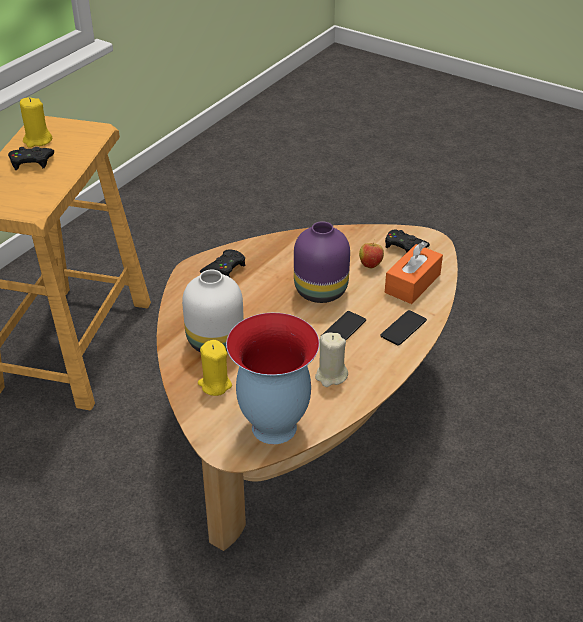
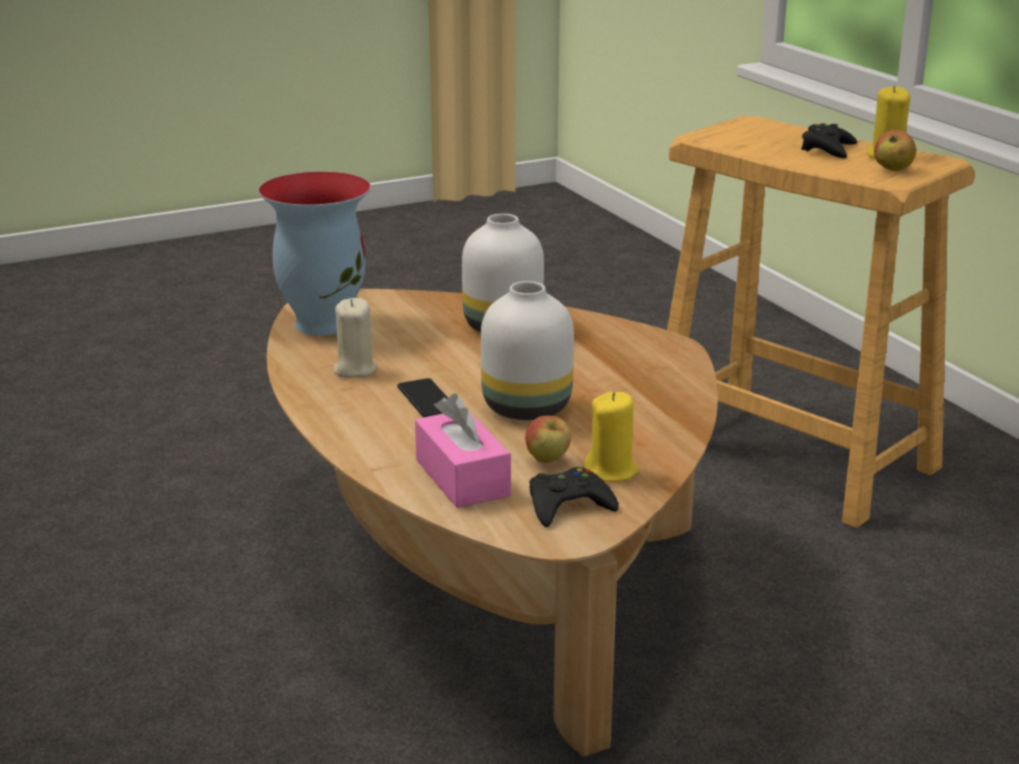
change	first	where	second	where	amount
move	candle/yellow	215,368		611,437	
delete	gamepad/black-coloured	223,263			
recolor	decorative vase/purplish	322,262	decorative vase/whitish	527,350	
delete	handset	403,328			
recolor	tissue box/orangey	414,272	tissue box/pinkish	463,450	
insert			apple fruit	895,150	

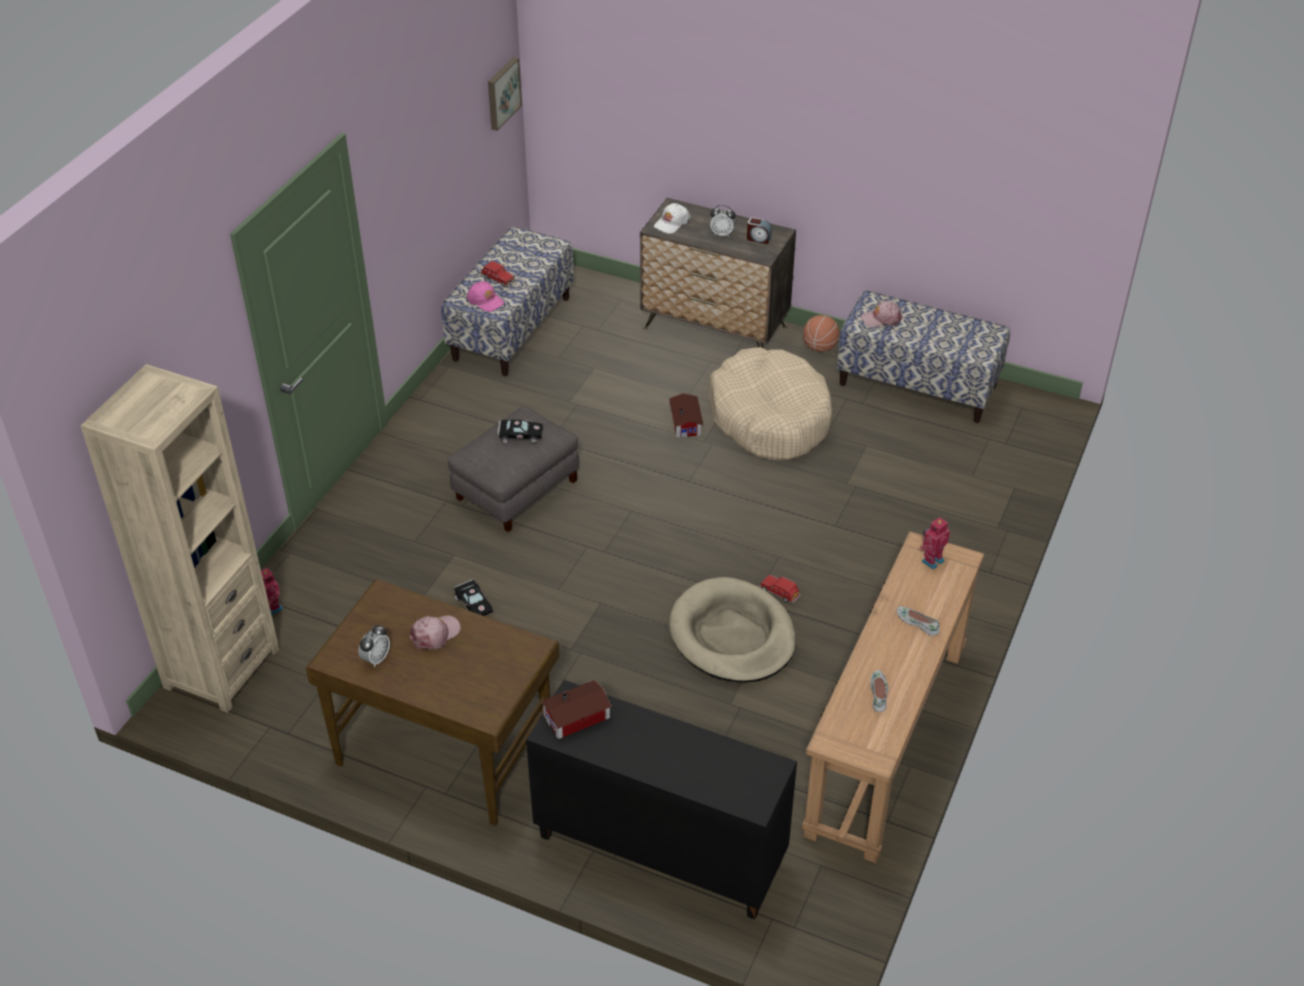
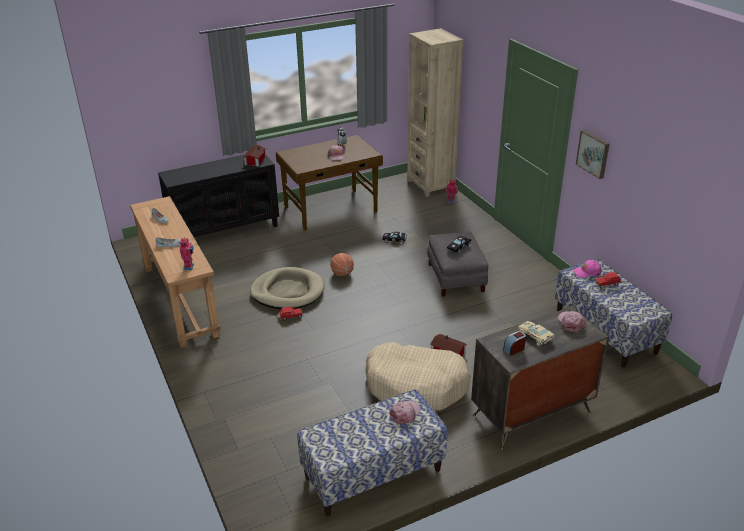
change	first	where	second	where	amount
move	wall picture	505,94		592,154	
recolor	baseball cap/whitish	672,218	baseball cap/pinkish	572,321	
replace	alarm clock	723,221	miniature car/beige-coloured	536,333	
move	basketball ball	821,333		342,264	

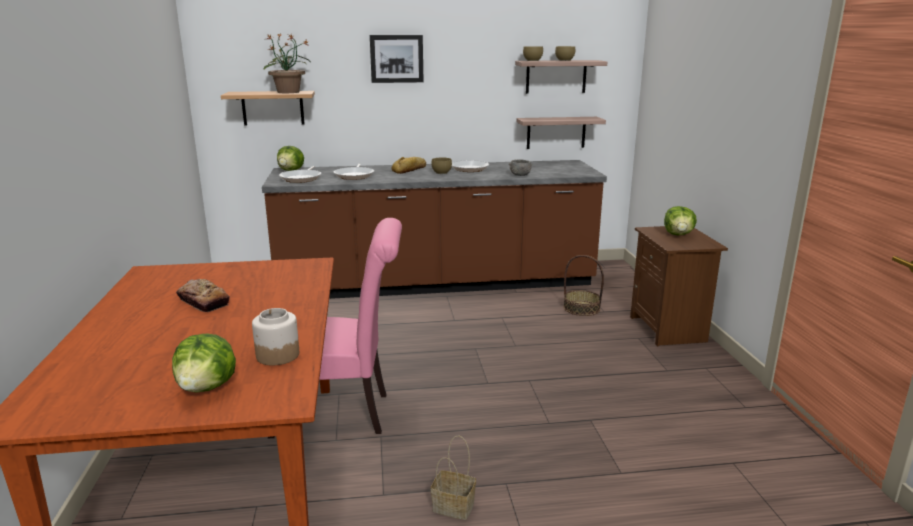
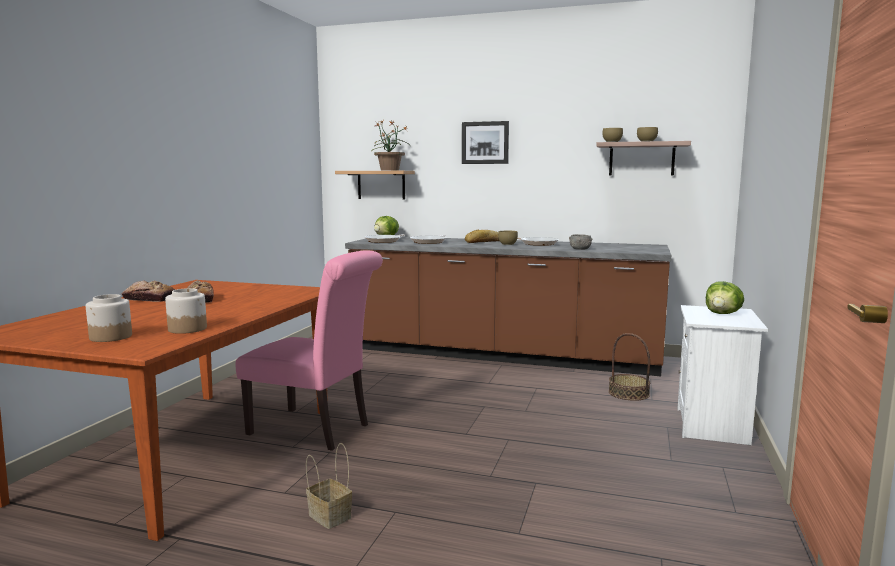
change	first	where	second	where	amount
replace	lettuce head	204,363	storage jar	109,318	
delete	wall shelf	561,133			
recolor	nightstand/brownish	679,286	nightstand/whitish	722,375	
insert			baked bread	148,291	

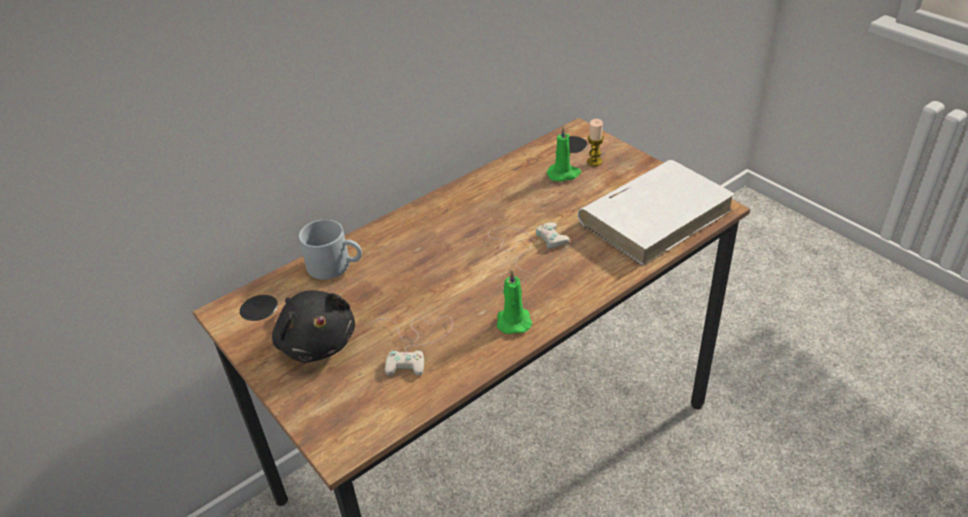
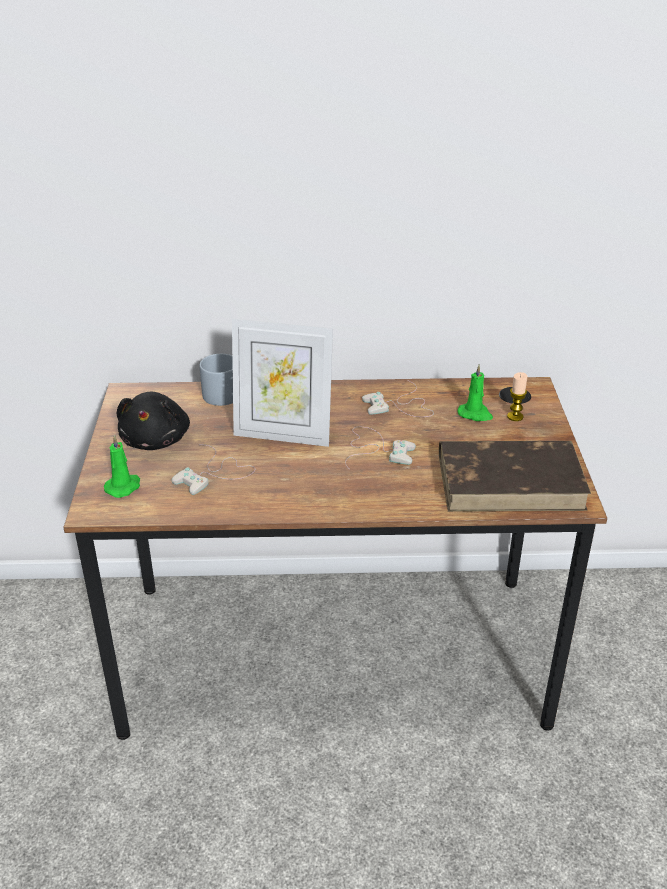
change	first	where	second	where	amount
move	candle/green-coloured	514,302		122,466	
recolor	book/whitish	657,213	book/brownish	515,476	
insert			picture frame	282,382	
insert			gamepad/whitish	398,398	

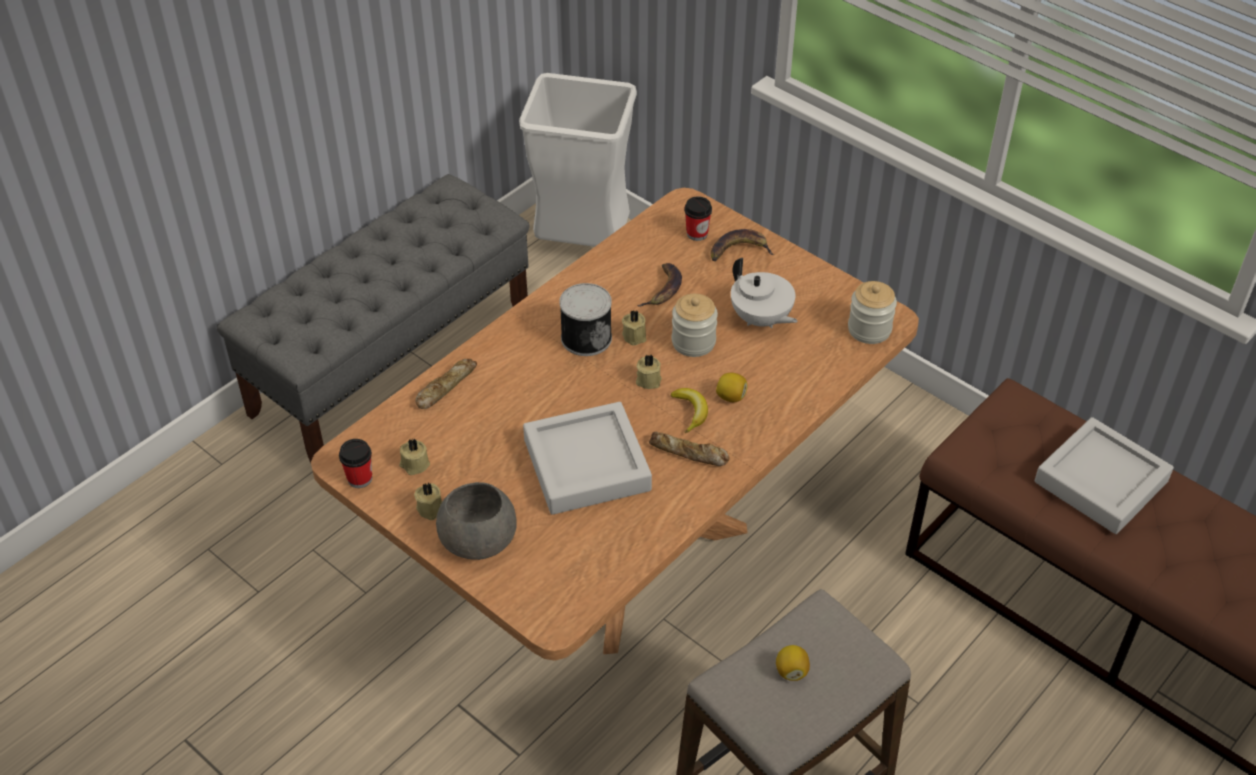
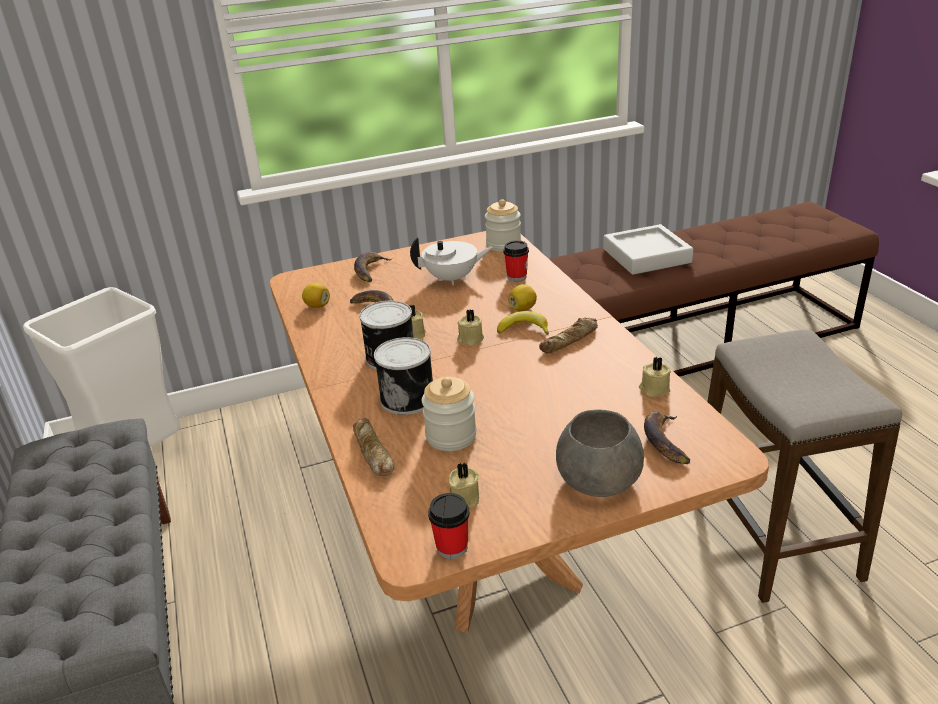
change	first	where	second	where	amount
move	candle/beige-coloured	428,501		655,377	
delete	tray/greyish	587,458			
move	storage jar	695,325		449,414	
move	small cup	698,218		516,261	
move	lemon	793,663		316,295	
insert			sealed can	403,376	
insert			whole banana	667,437	

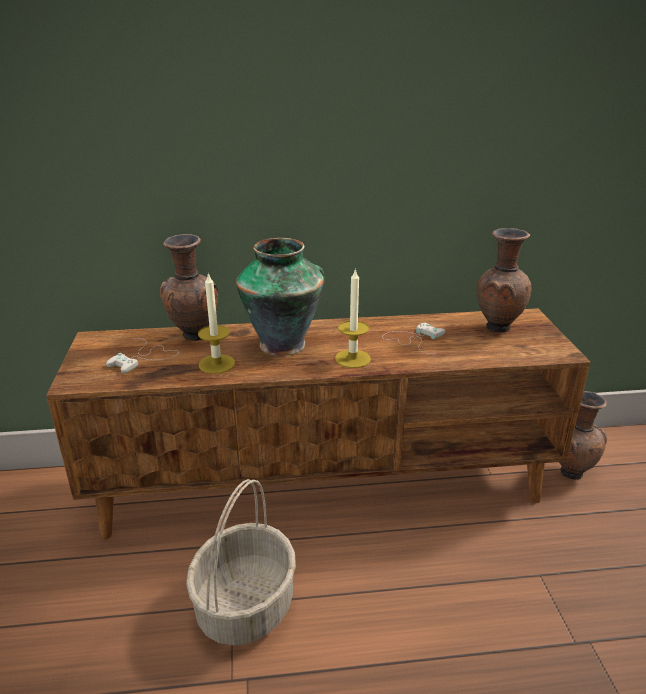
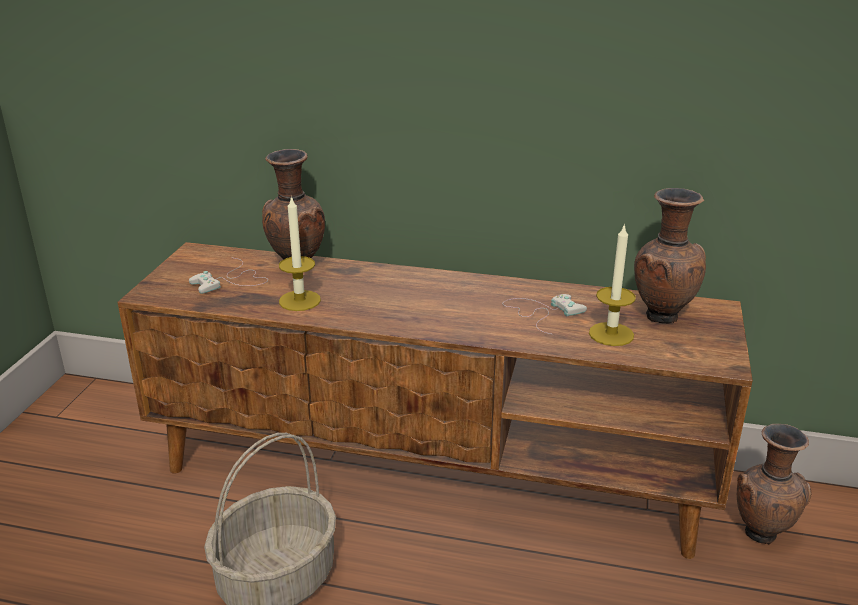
change	first	where	second	where	amount
delete	decorative vase	280,297			
move	candle	353,318		612,284	

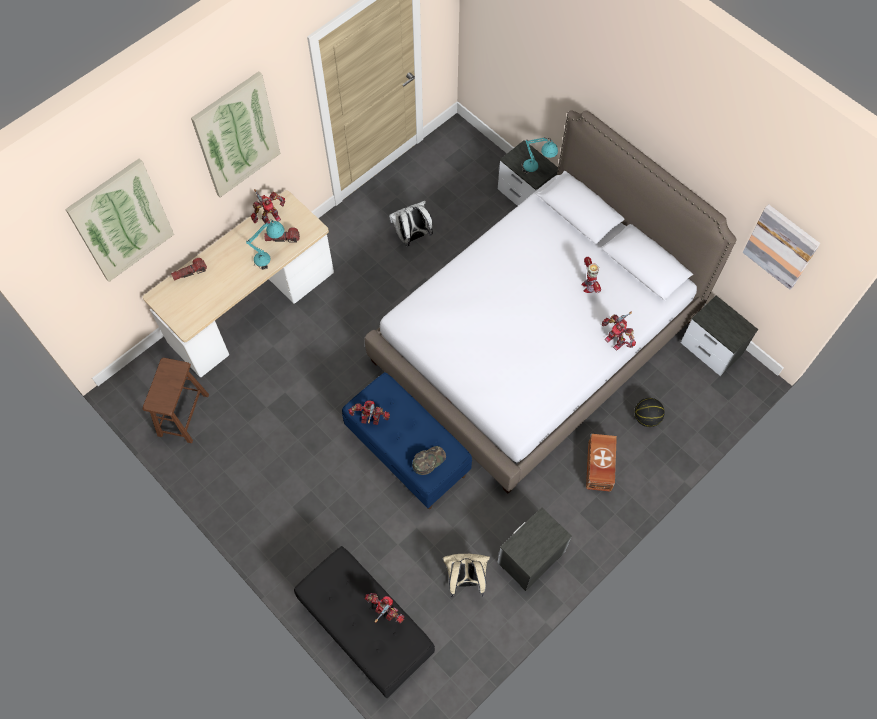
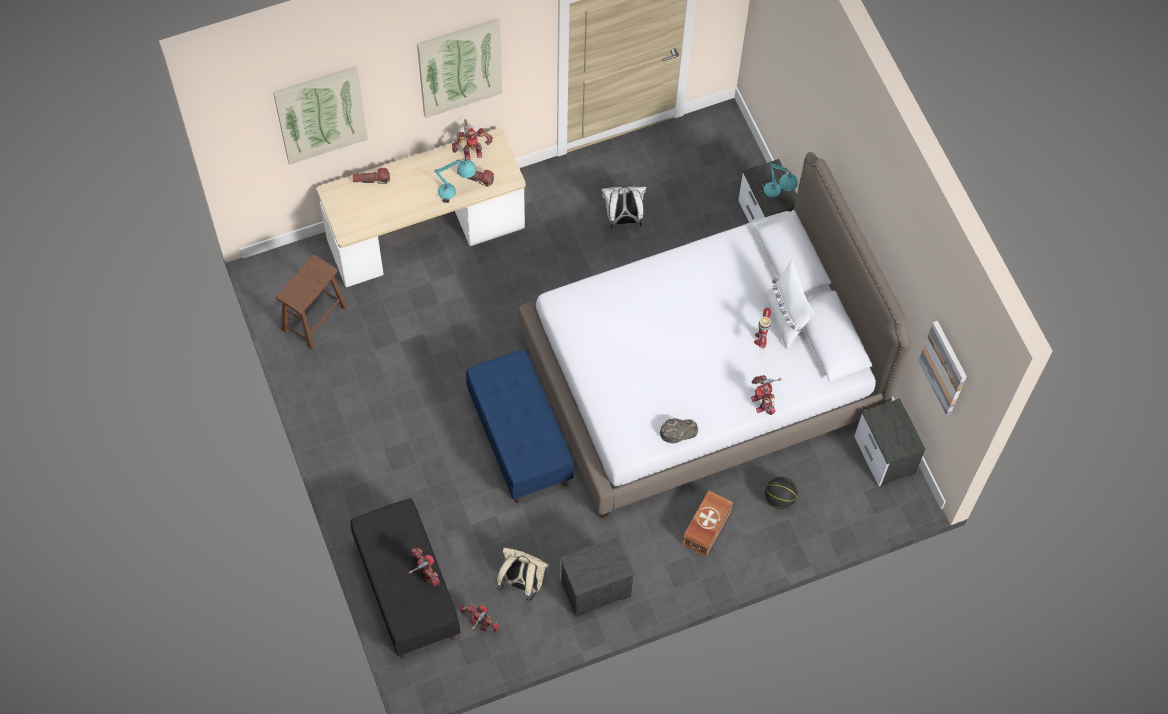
change	first	where	second	where	amount
move	robot figure	369,412		480,618	
move	baseball cap/green-coloured	429,460		679,430	
insert			throw pillow/whitish	790,304	

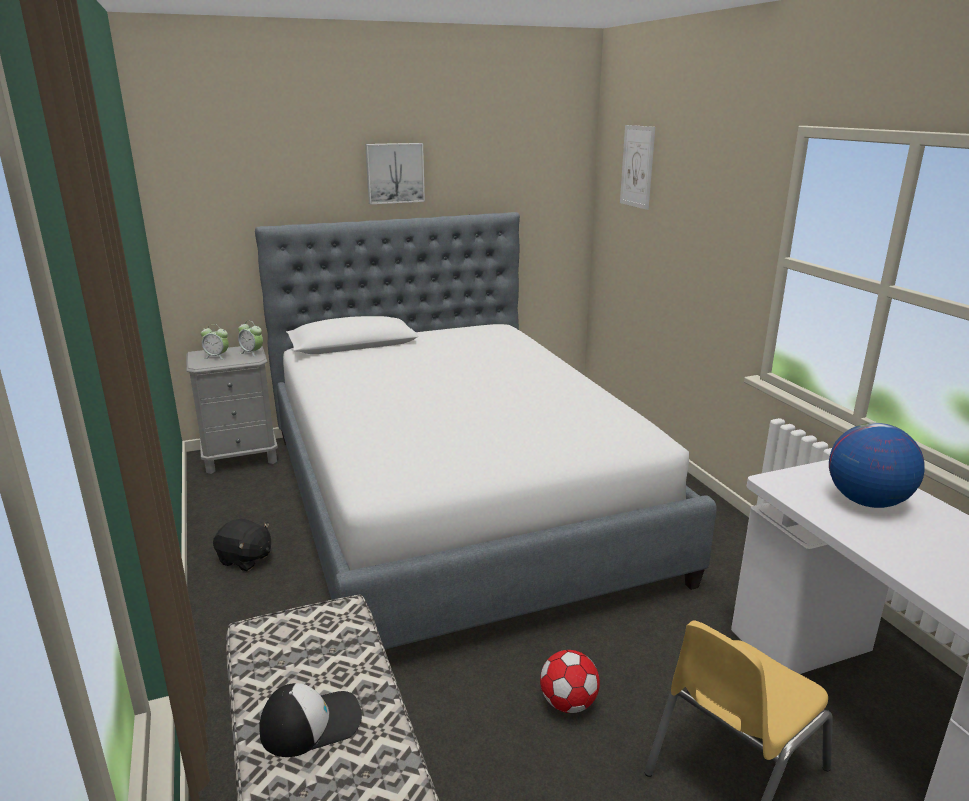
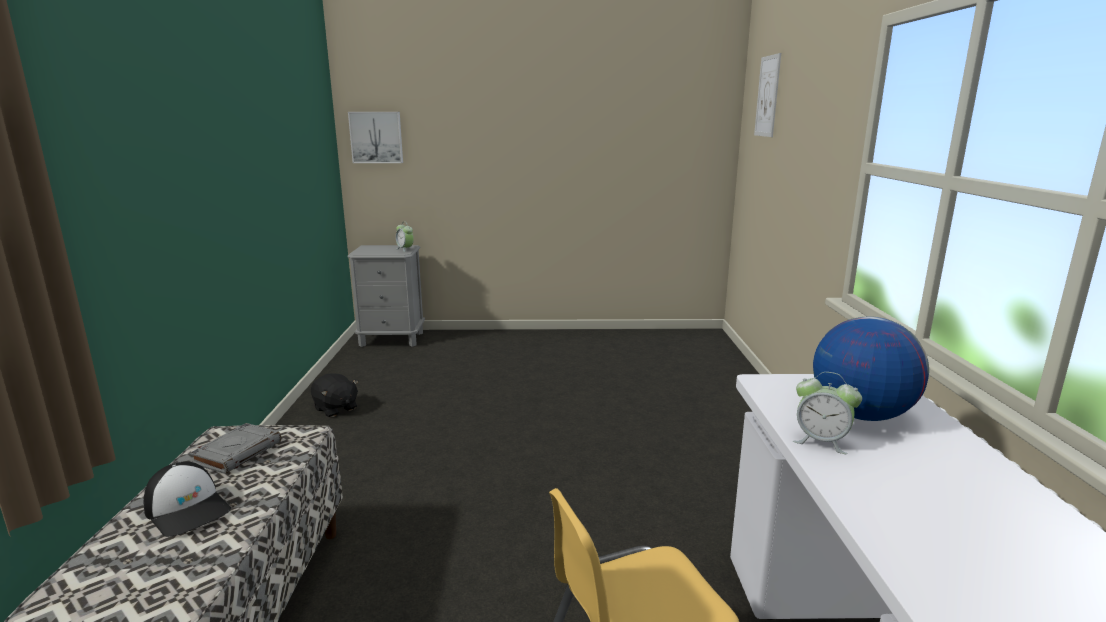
change	first	where	second	where	amount
move	alarm clock	215,342		827,413	
delete	bed	486,430			
rotate	baseball cap	310,720		187,499	45 degrees clockwise
move	wall picture	395,173		375,137	
delete	football	570,681			
insert			book/greyish	235,448	

